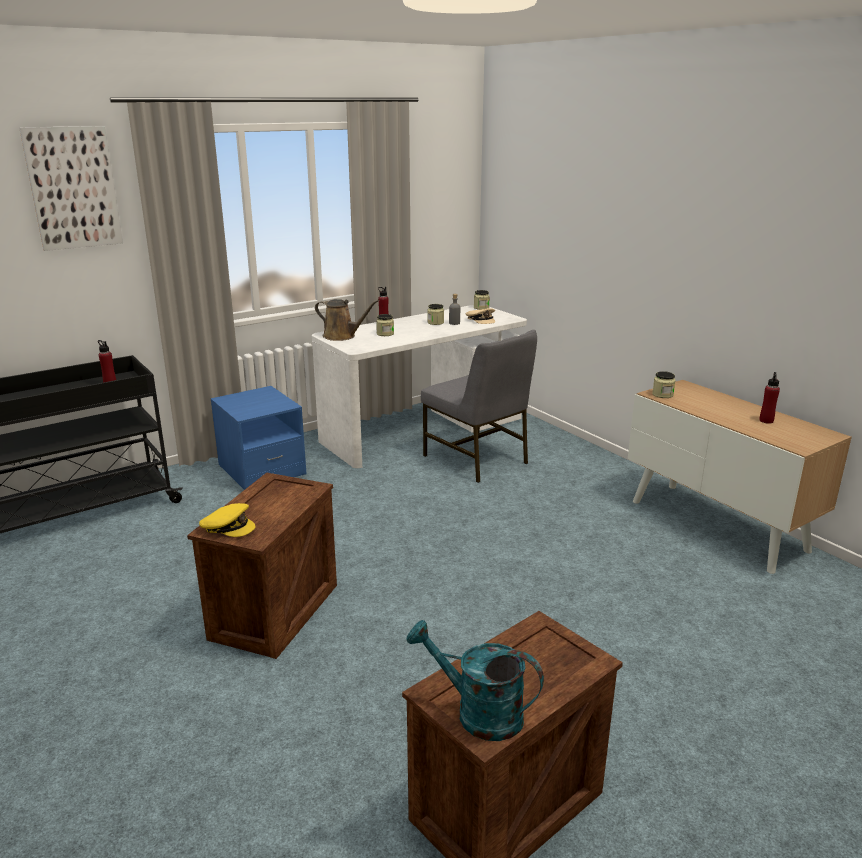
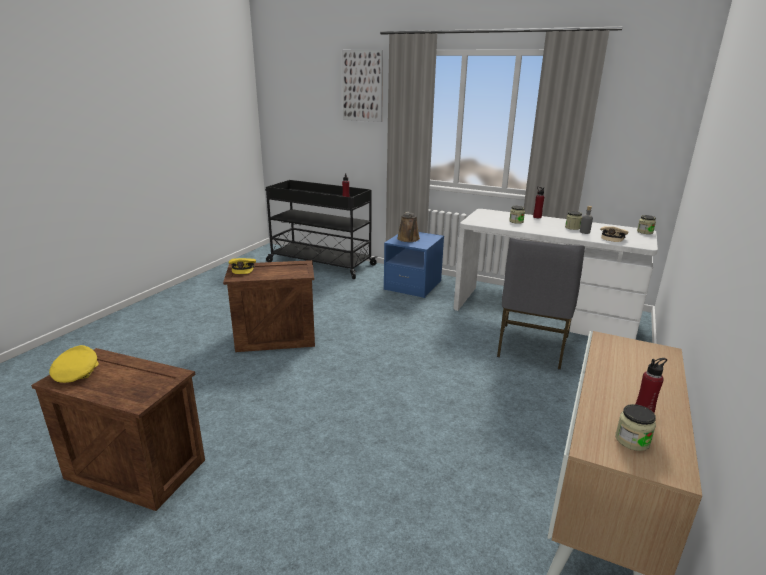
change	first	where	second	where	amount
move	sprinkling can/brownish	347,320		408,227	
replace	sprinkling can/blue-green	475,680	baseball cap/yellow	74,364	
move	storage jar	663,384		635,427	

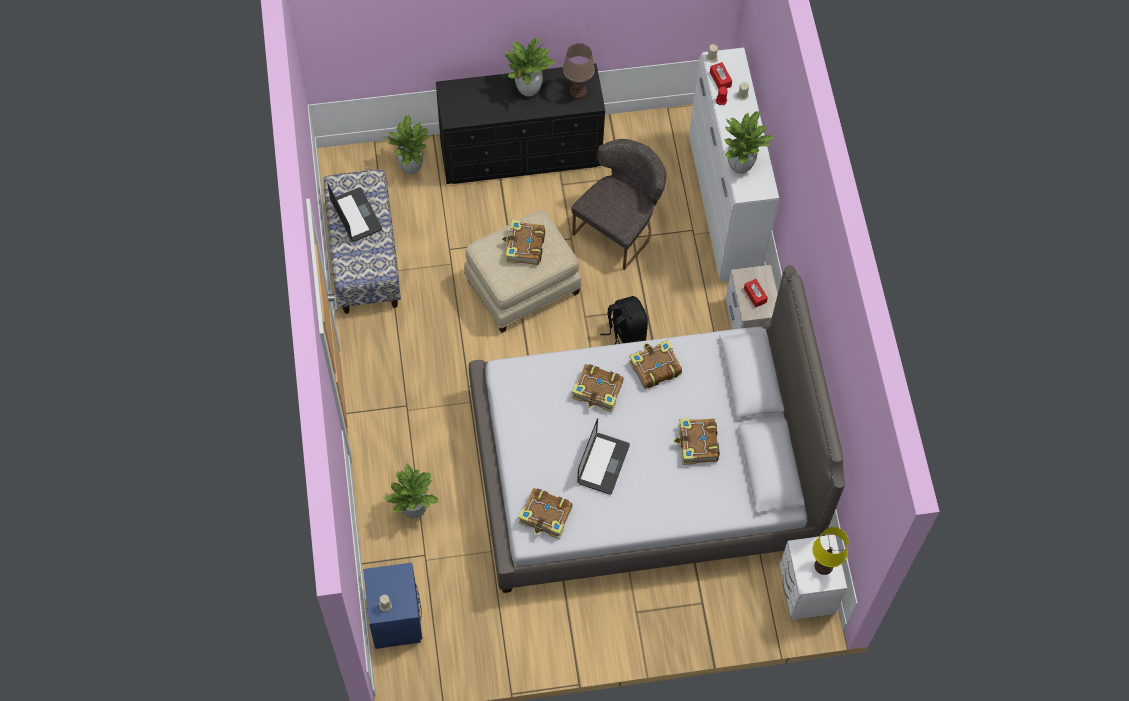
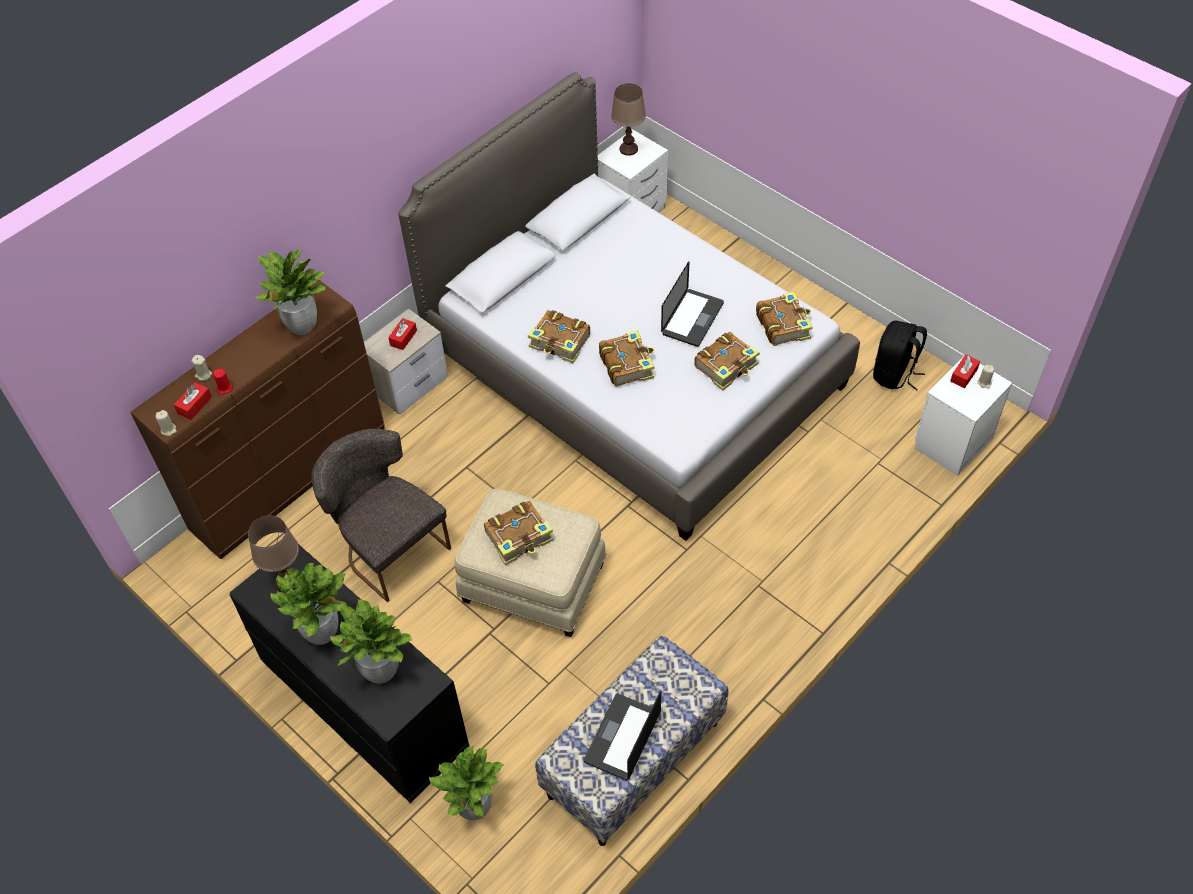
change	first	where	second	where	amount
recolor	nightstand/bluish	392,606	nightstand/whitish	963,415	
move	plant in a pot	411,490		371,642	
rotate	plain chair/greyish	619,204		381,515	45 degrees clockwise
rotate	notebook computer	603,456		692,304	135 degrees clockwise
move	rucksack/black-coloured	624,320		900,355	
move	book	696,441		727,361	
recolor	drawer chest/whitish	734,165	drawer chest/brownish	257,419	
recolor	tabletop lamp/yellow	830,551	tabletop lamp/brownish	628,119	
insert			tissue box/red-coloured	965,371	

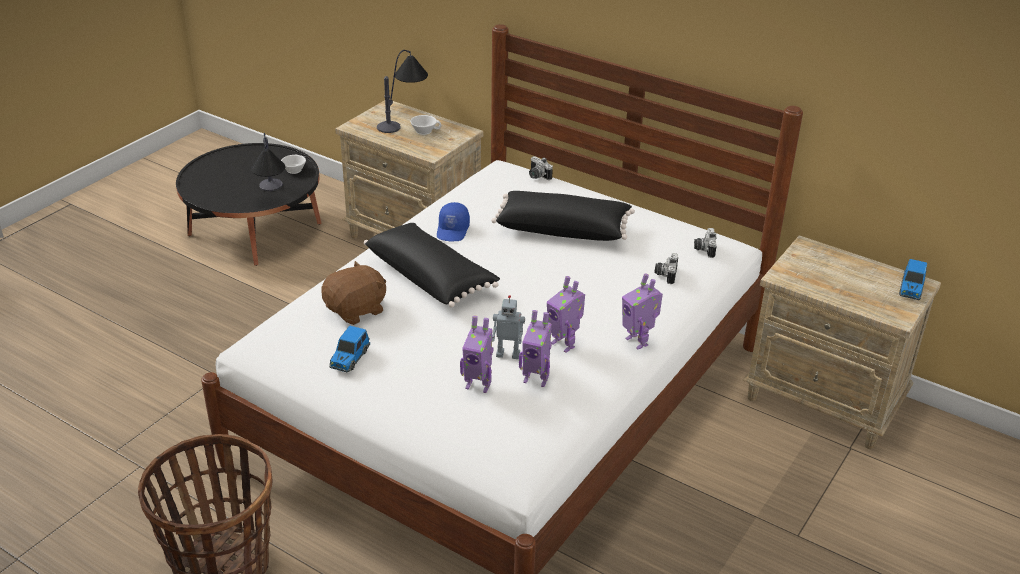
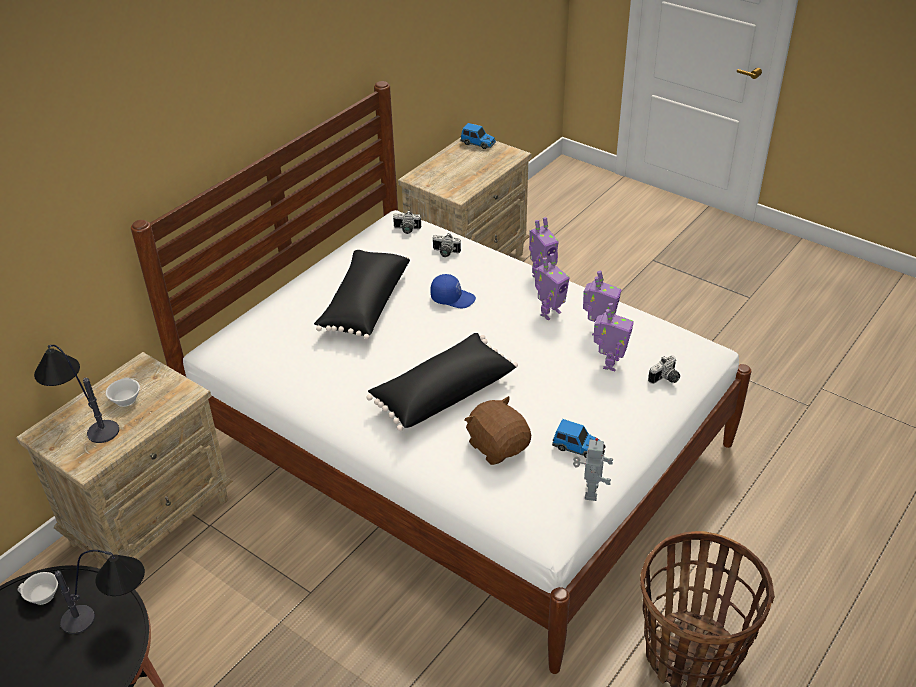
change	first	where	second	where	amount
move	baseball cap/bluish	453,221		453,291	
move	robot figure	508,327		593,469	
move	photo camera	541,168		664,369	

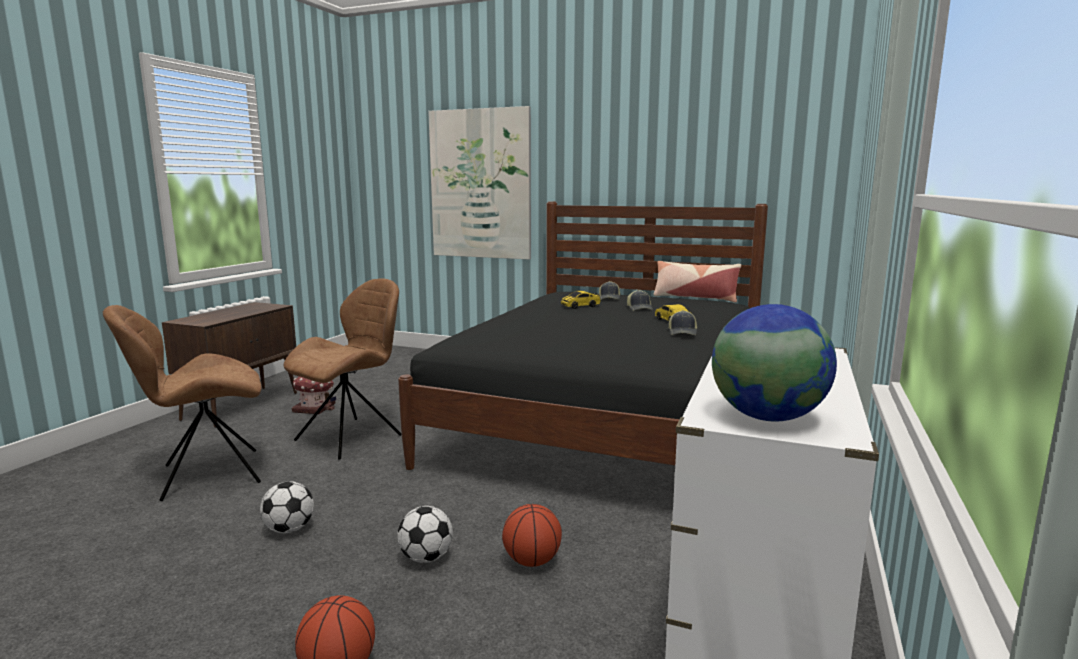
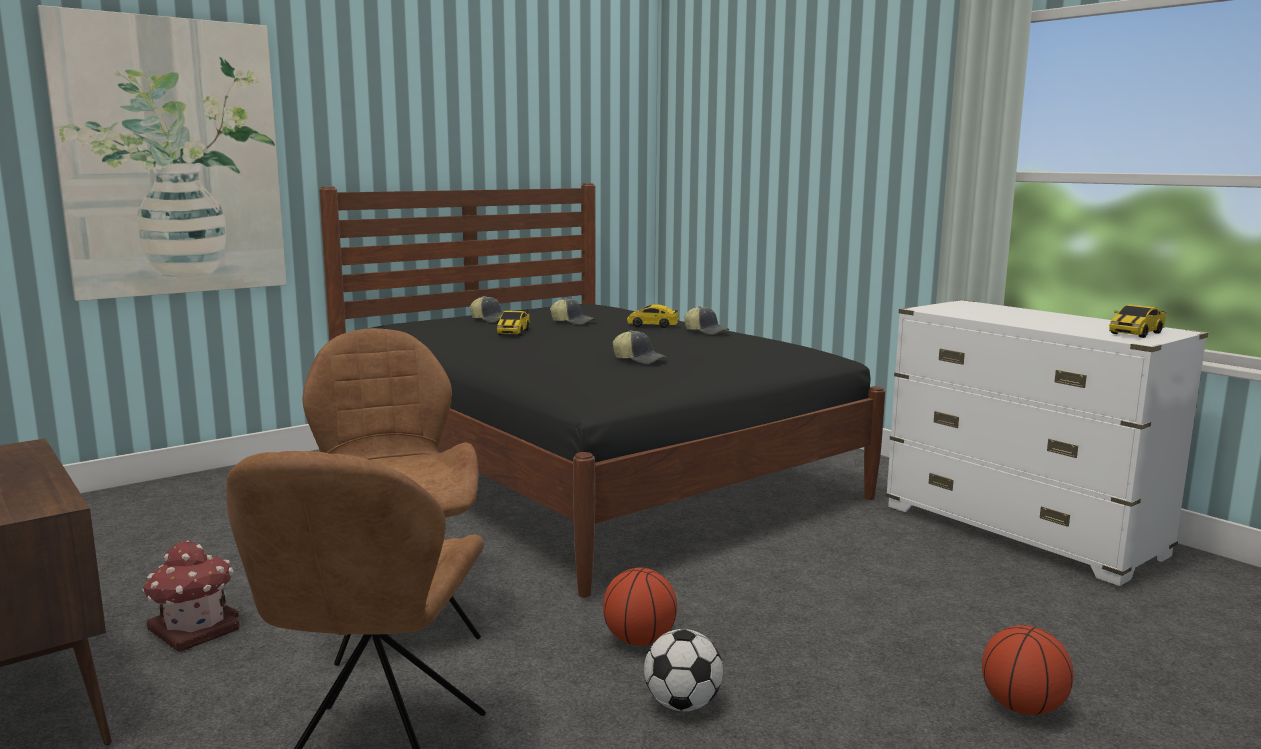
change	first	where	second	where	amount
delete	football	425,534			
move	basketball ball	532,535		640,607	
delete	throw pillow	697,282			
replace	desk globe	774,363	miniature car	1137,321	
insert			baseball cap	639,347	

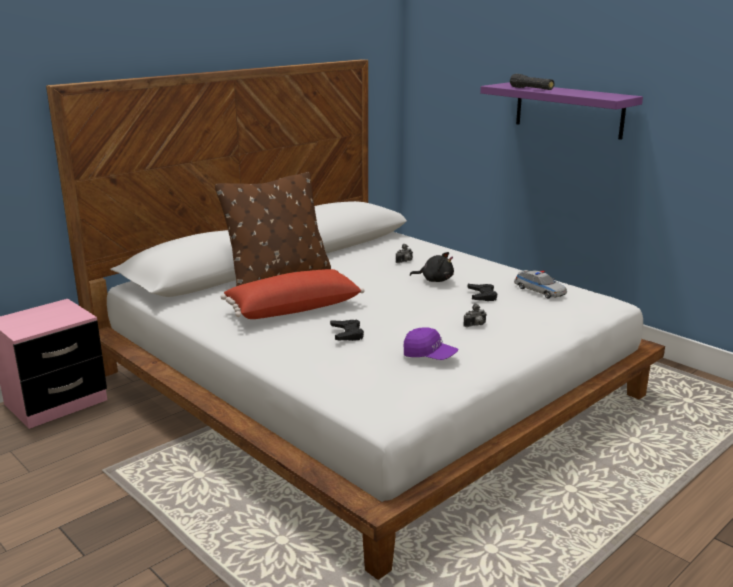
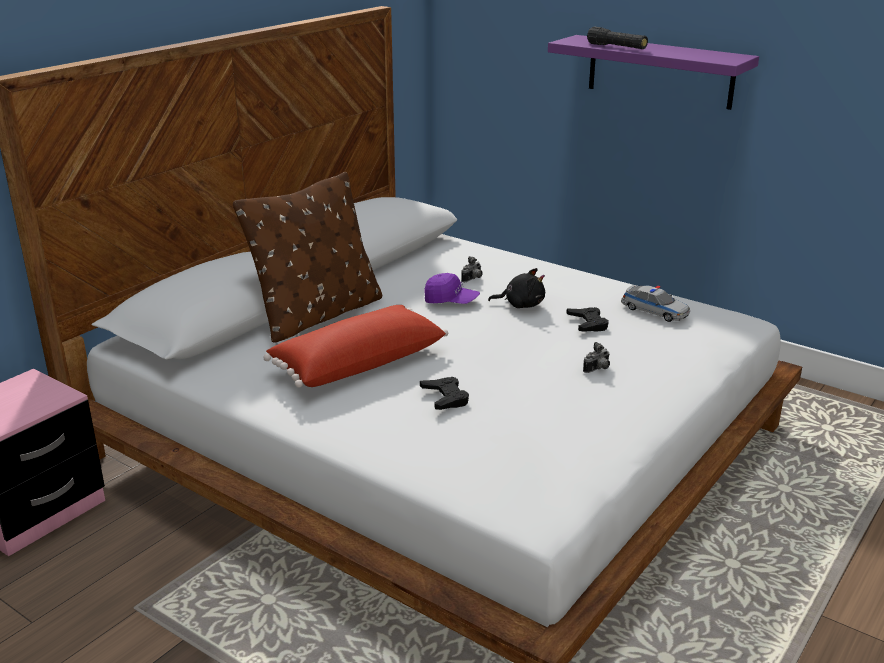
change	first	where	second	where	amount
move	baseball cap/purplish	431,343		452,288	

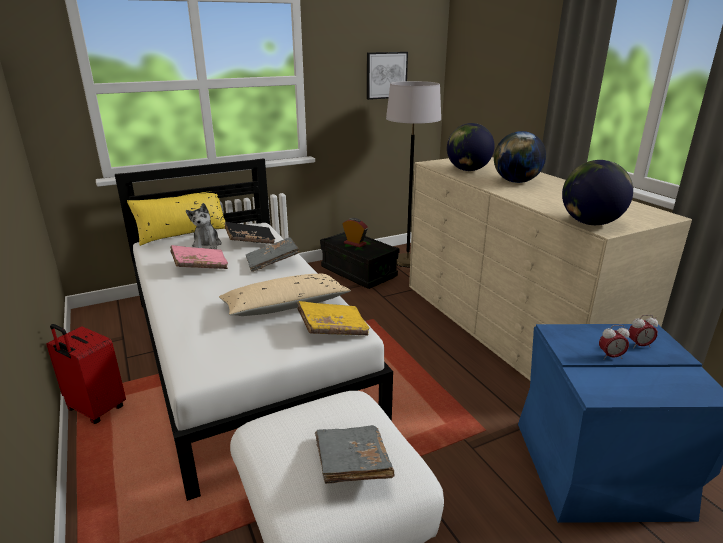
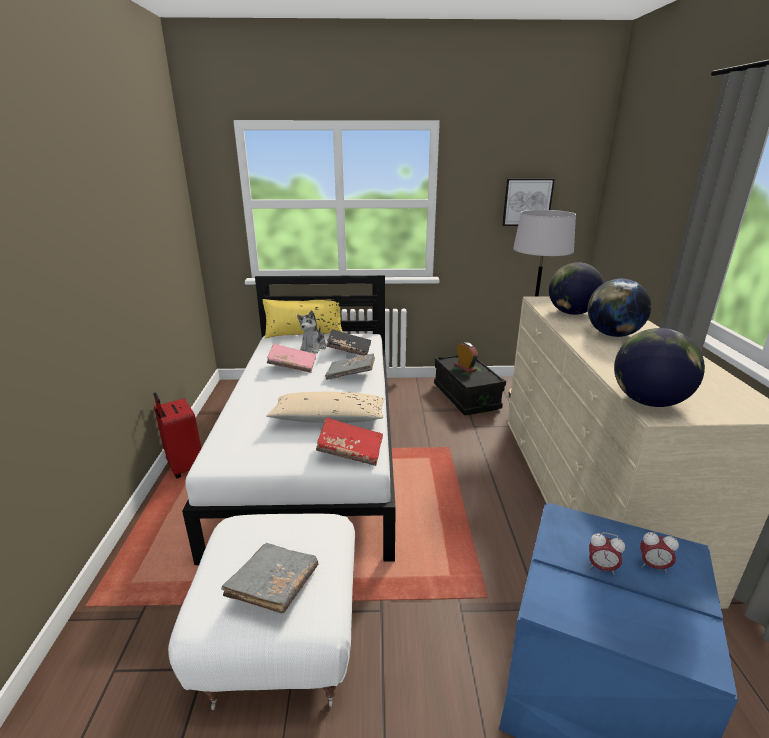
change	first	where	second	where	amount
recolor	book/yellow	333,318	book/red-coloured	349,441	

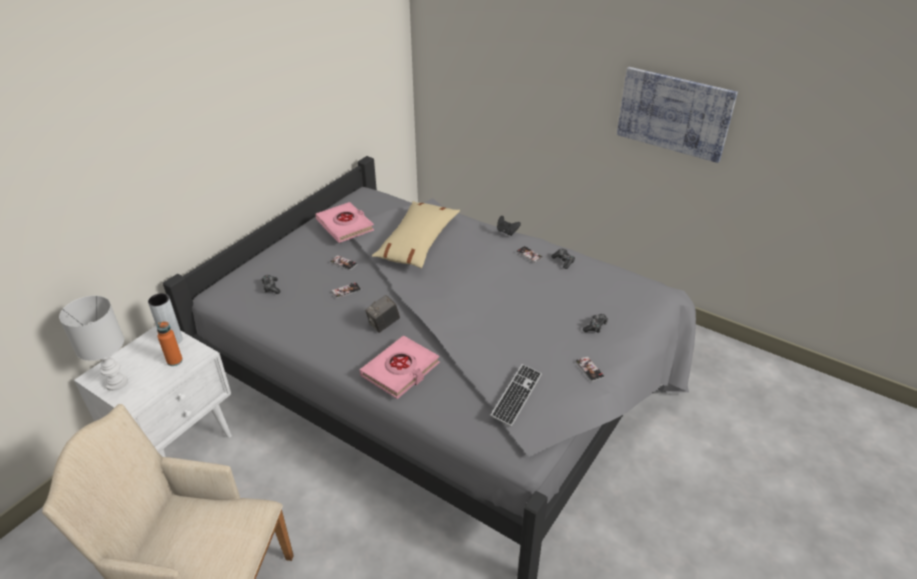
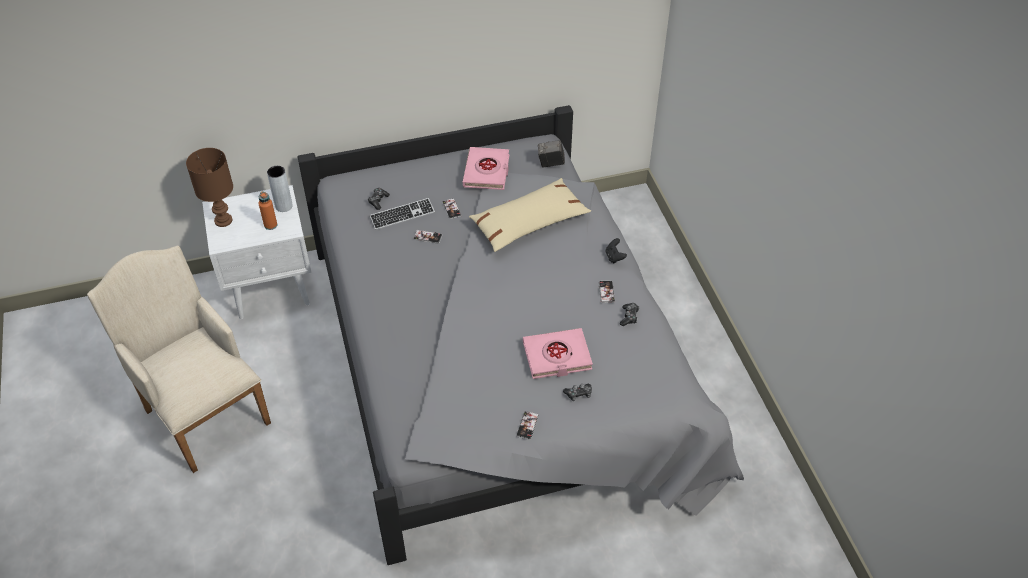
change	first	where	second	where	amount
recolor	tabletop lamp/whitish	93,343	tabletop lamp/brownish	209,187	
move	book/pinkish	400,367		558,353	
move	photo camera	382,314		551,153	
move	keyboard	516,395		402,214	
delete	wall picture	677,115			

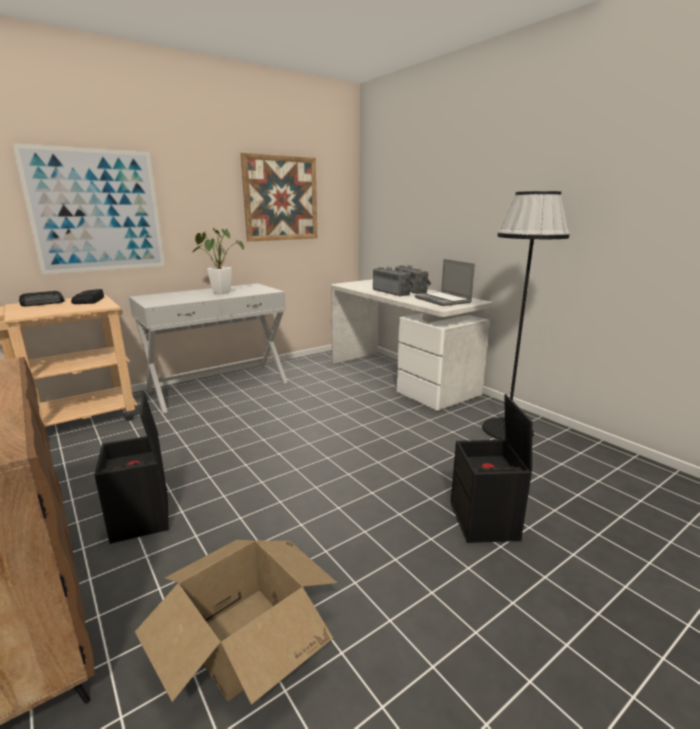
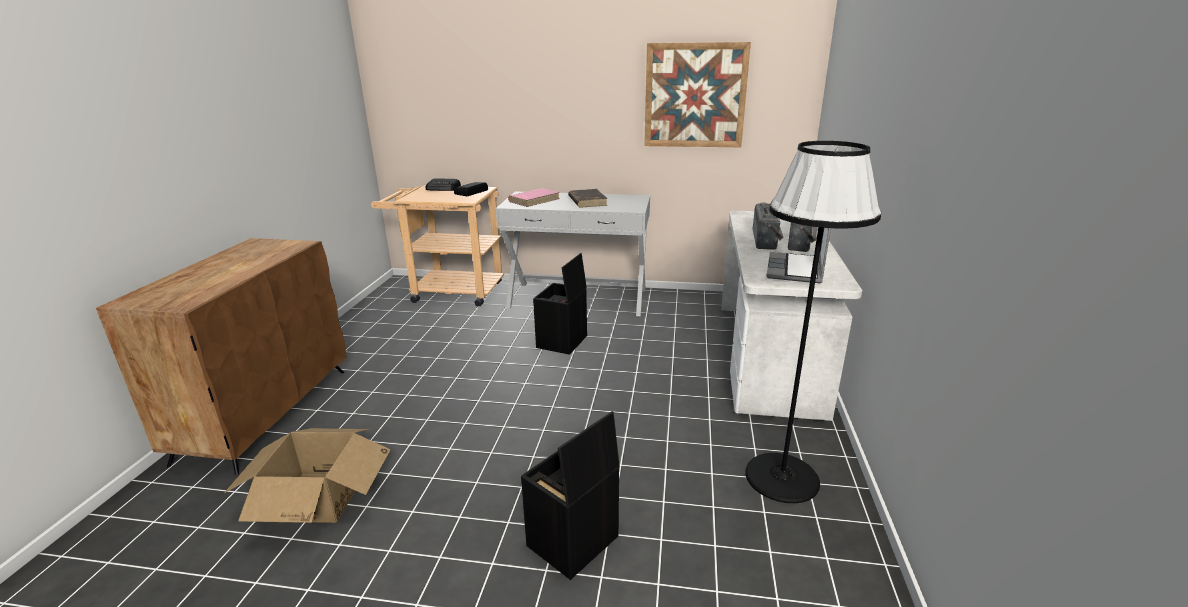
change	first	where	second	where	amount
delete	wall picture	88,208			
move	storage container/black-coloured	132,467		560,304	
replace	plant in a pot	218,261	book/brownish	588,198	
insert			book/pinkish	534,197	

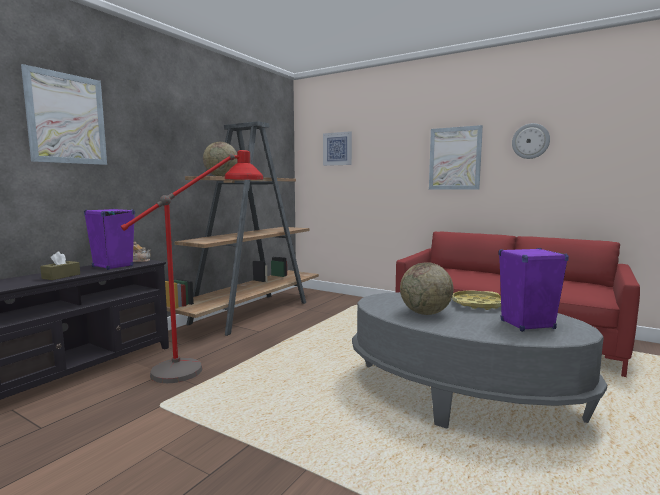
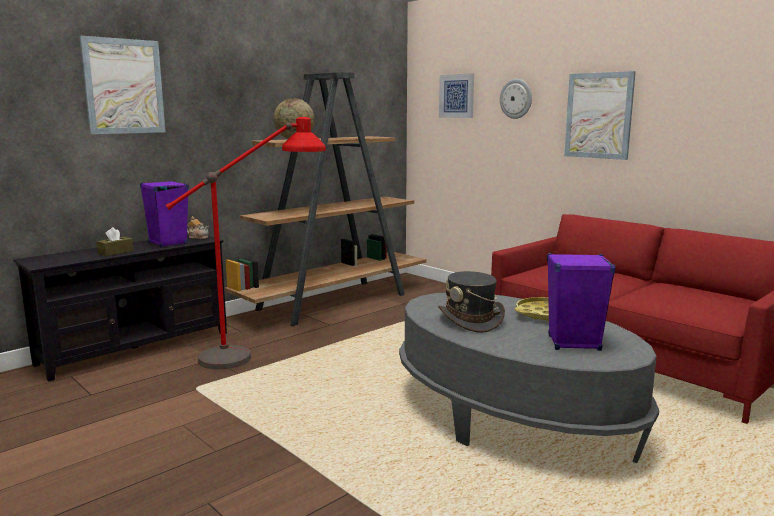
change	first	where	second	where	amount
replace	desk globe	426,288	hat/greyish	471,302	
move	wall clock	531,141		516,99	

